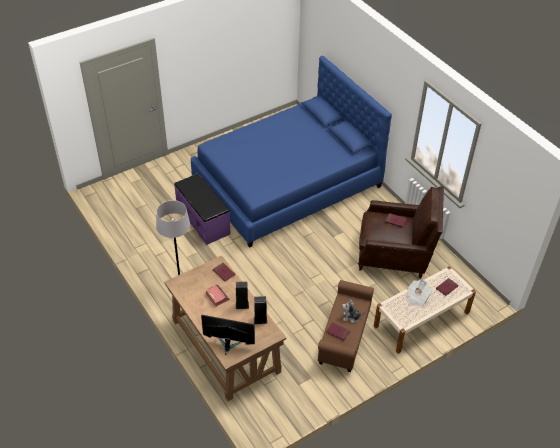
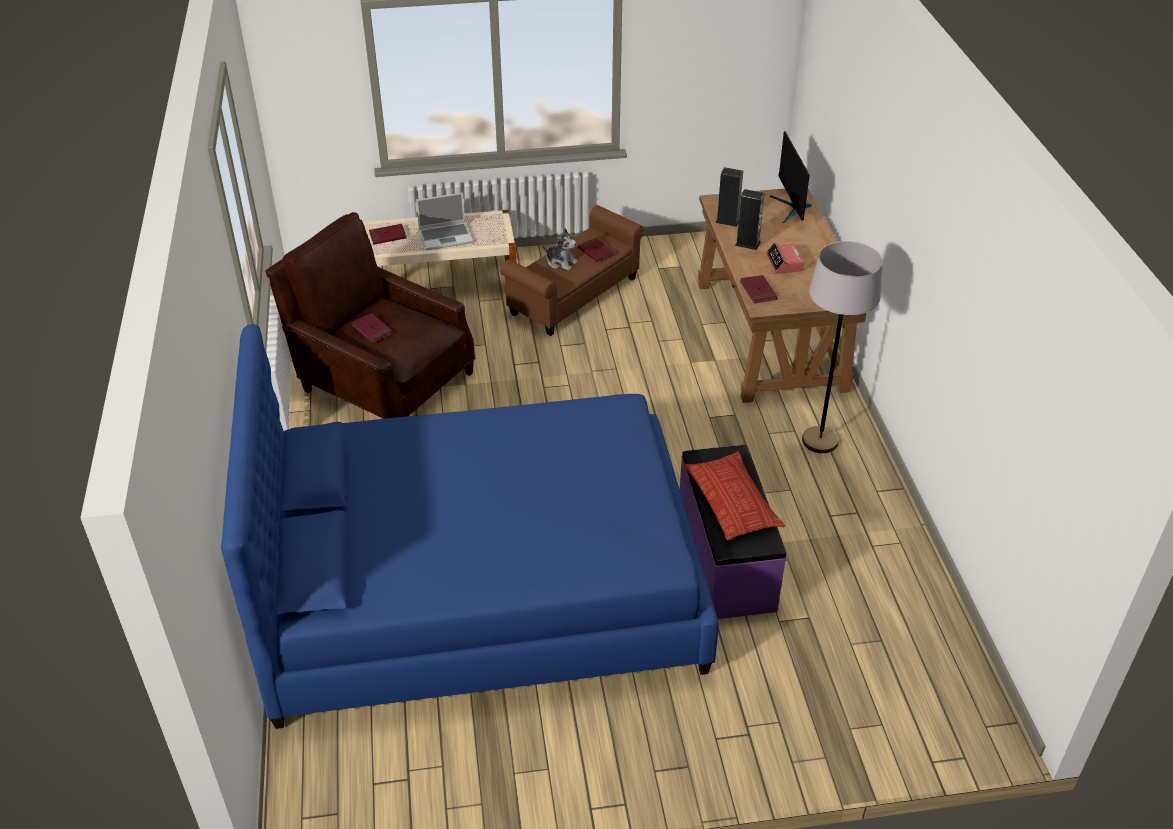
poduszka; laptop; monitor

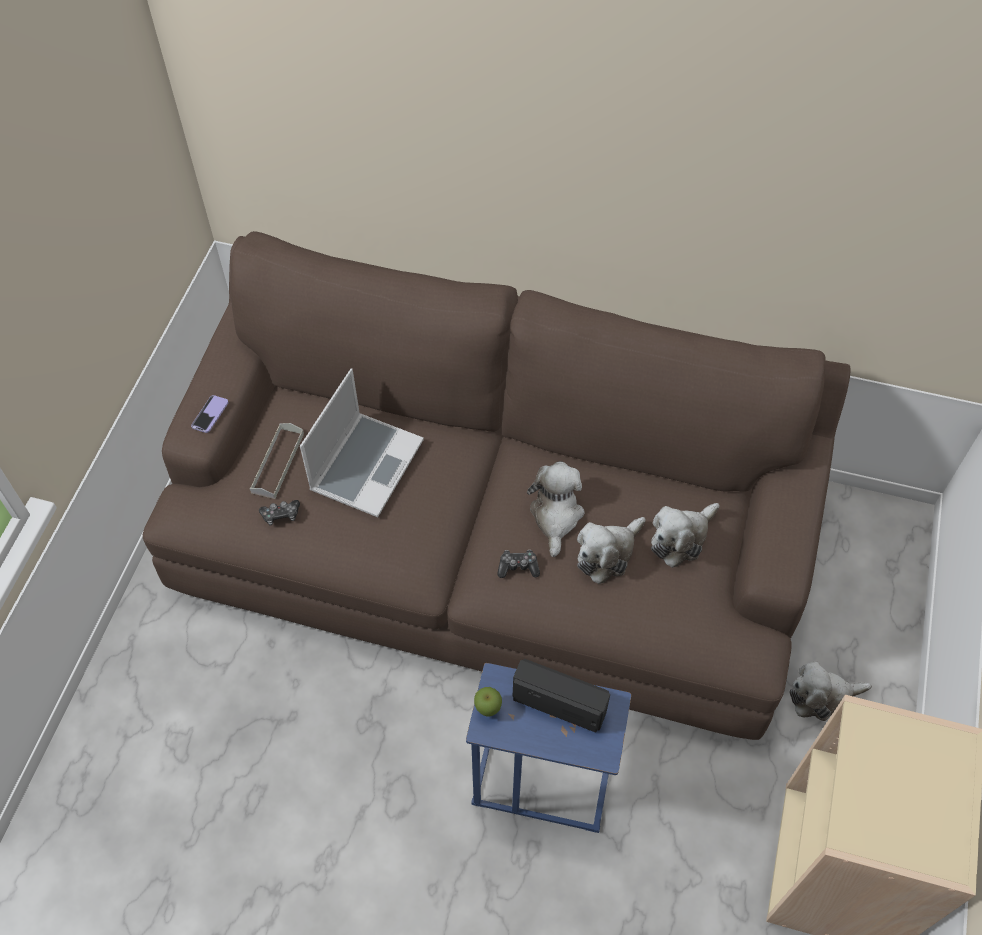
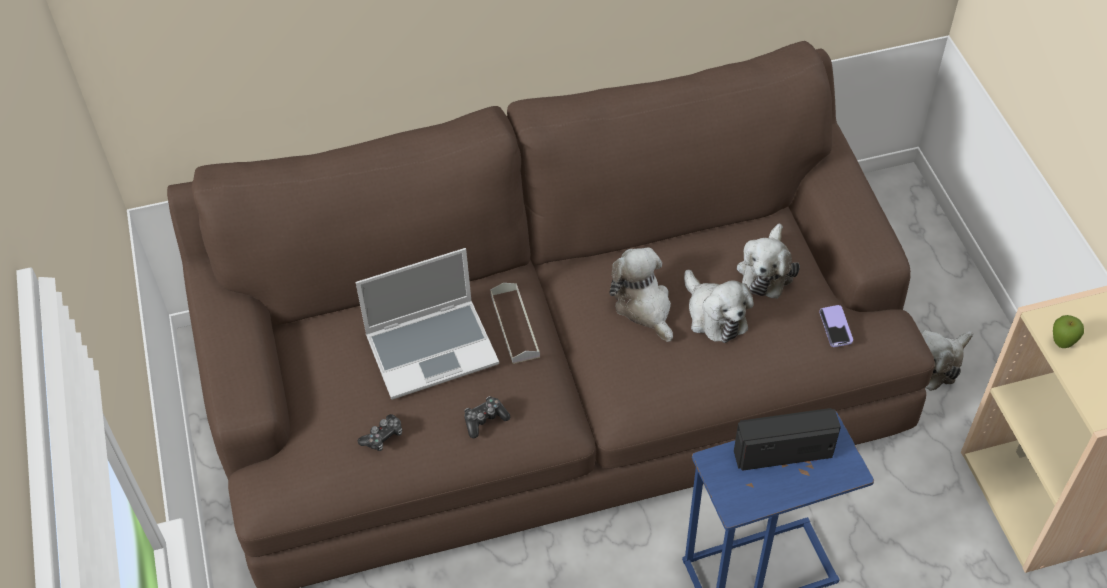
telefon; taca [szary]; jabłko; pad do gier (2nd from left); laptop; pluszak (2nd from left)

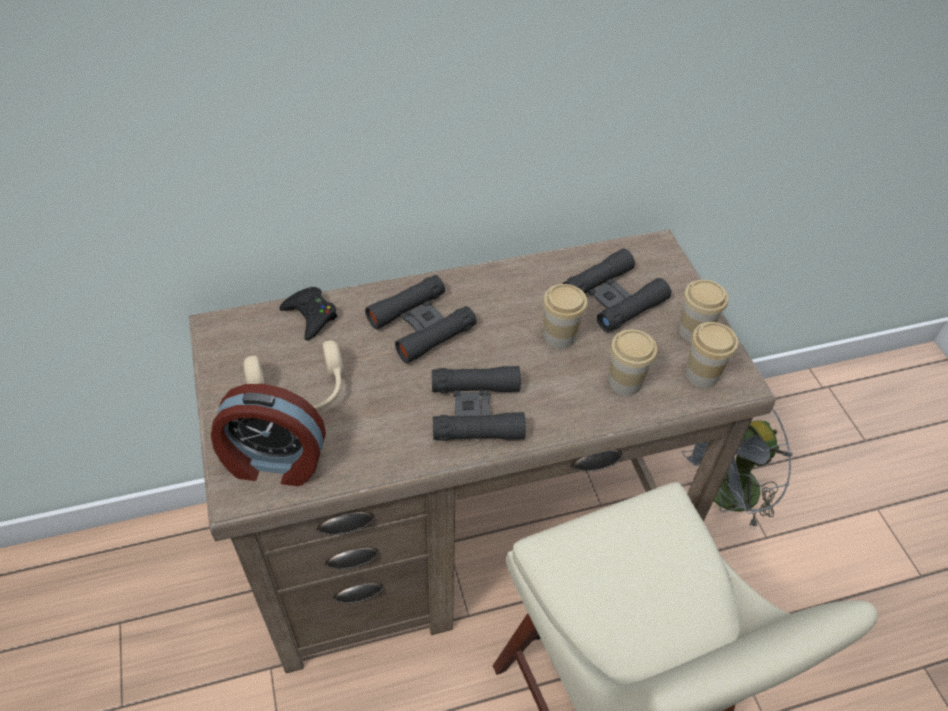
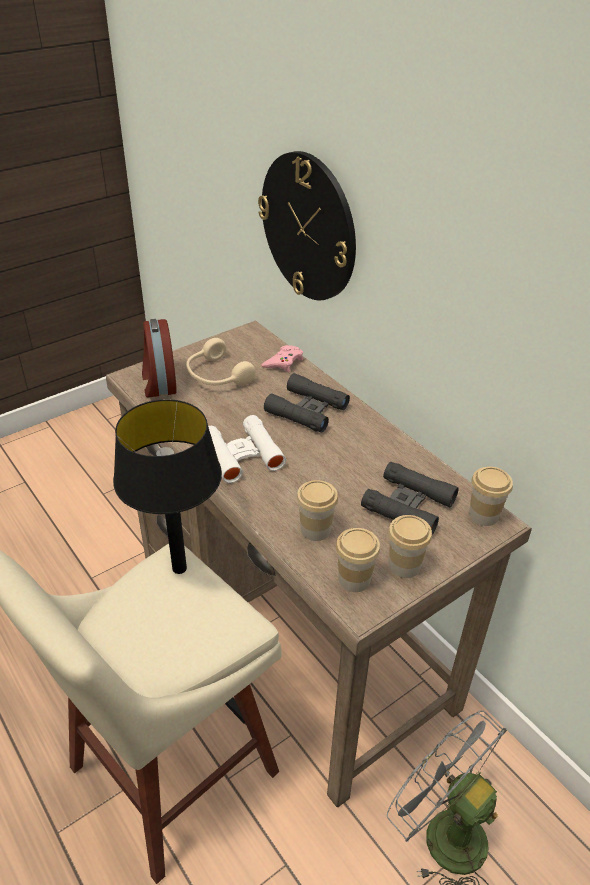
lampa stołowa [czarny]; zegar ścienny; filiżanka (4th from left); pad do gier [różowy]; lornetka [biały]

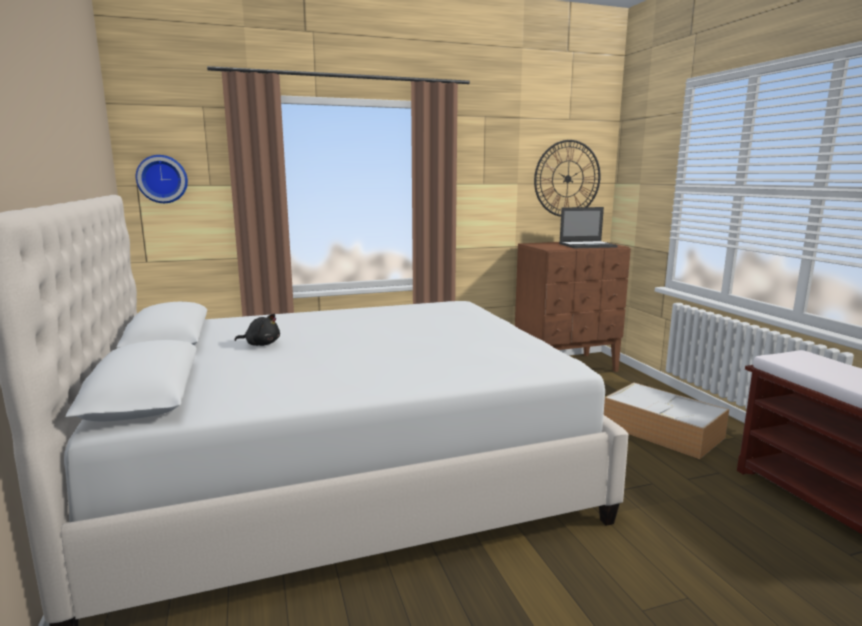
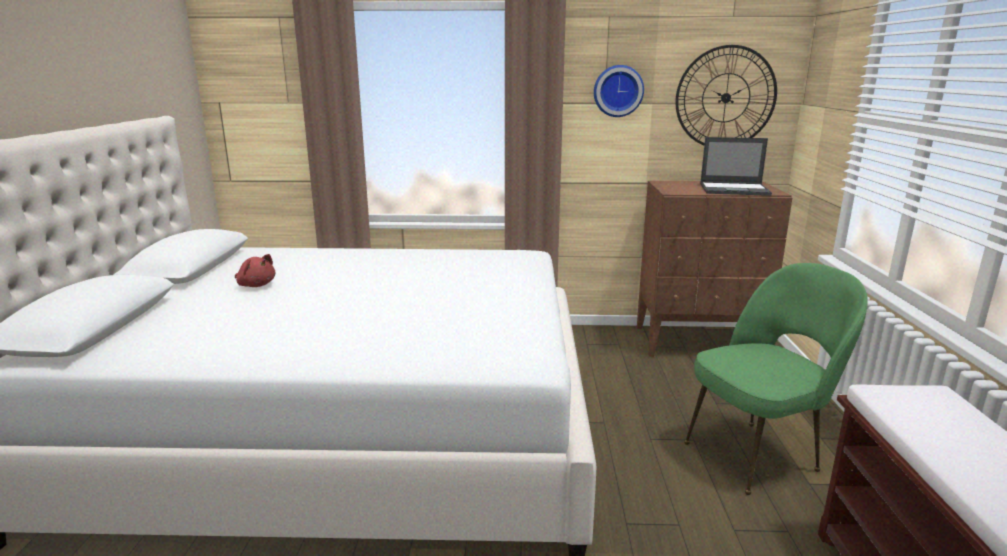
zegar ścienny (1st from left); krzesło [zielony]; pluszak [czerwony]

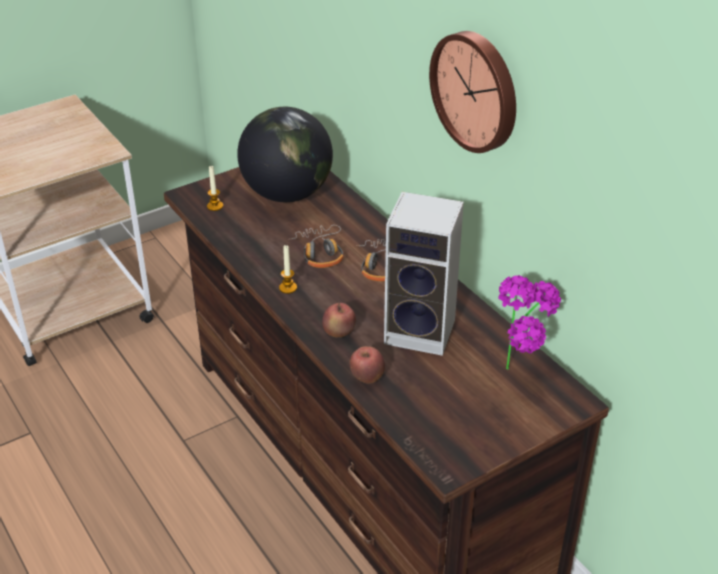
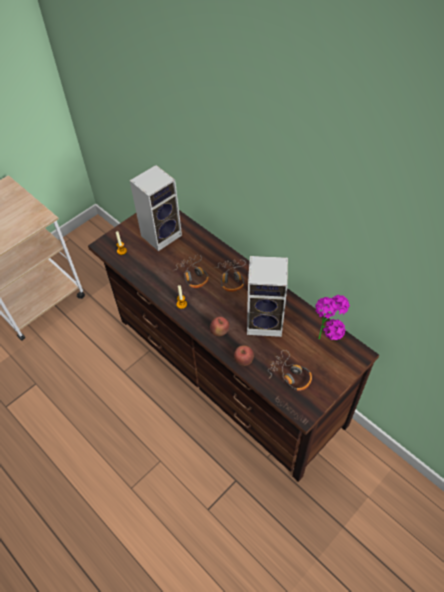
zegar ścienny; słuchawki (3rd from left); głośnik (1st from left)

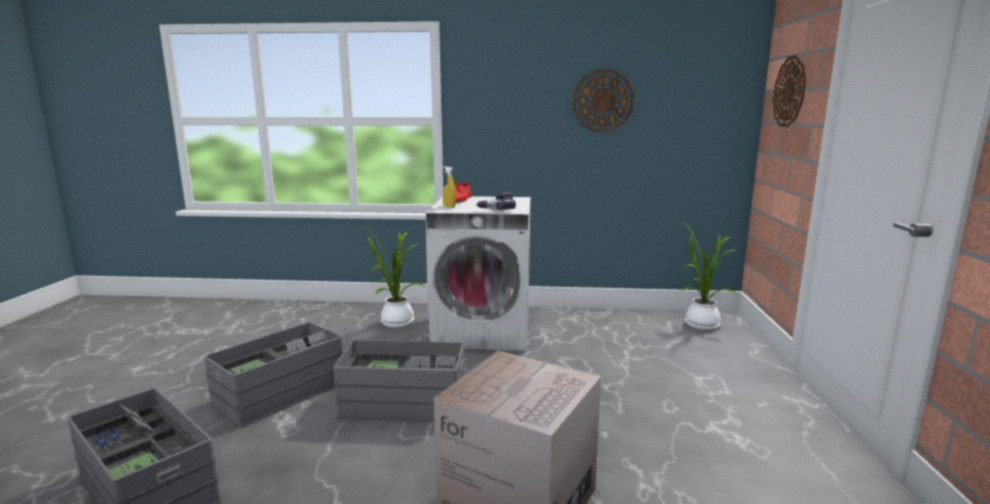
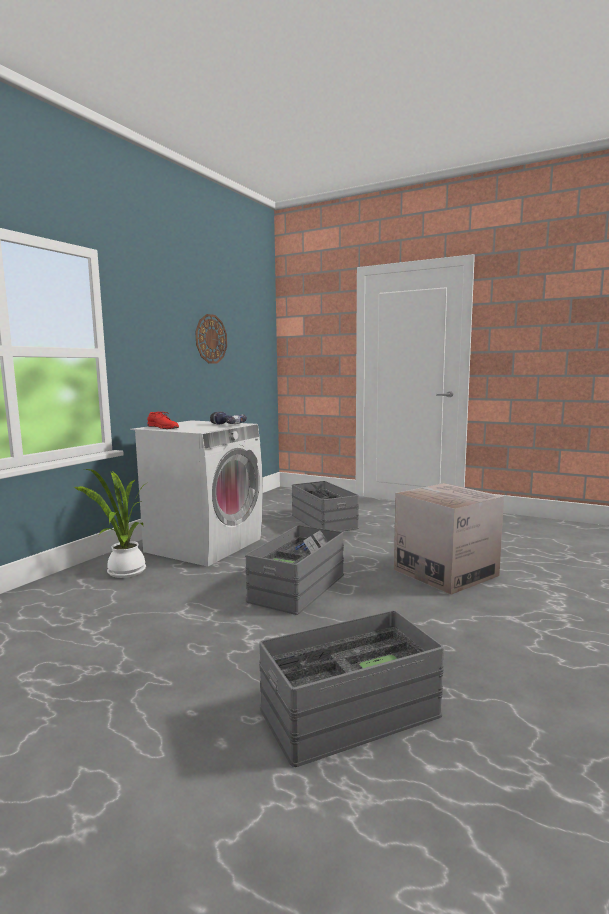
spryskiwacz [żółty]; roślina doniczkowa (2nd from left in the first image); zegar ścienny (2nd from left in the first image); pojemnik do przechowywania [szary] (2nd from left)

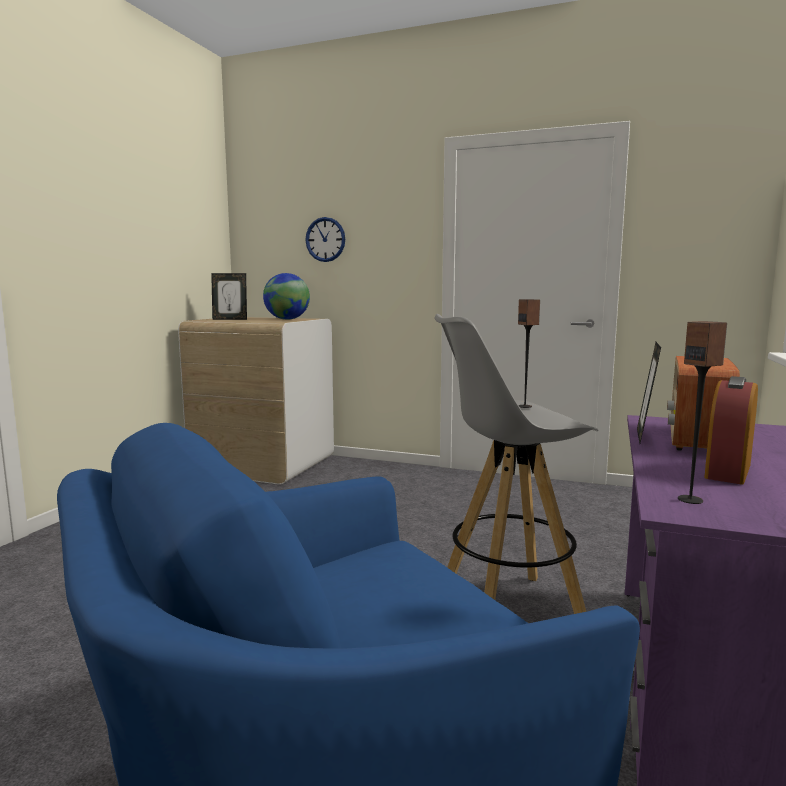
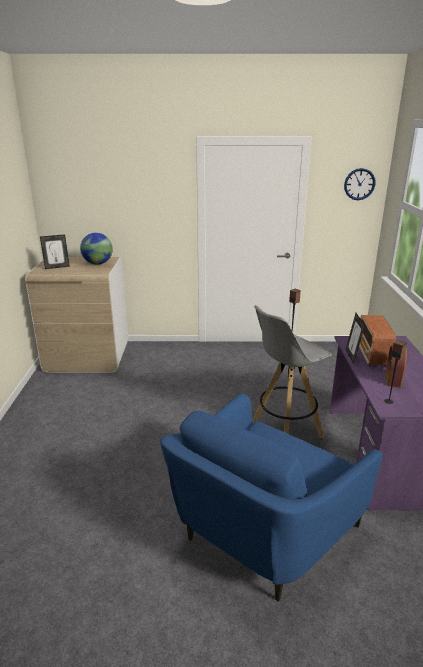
zegar ścienny

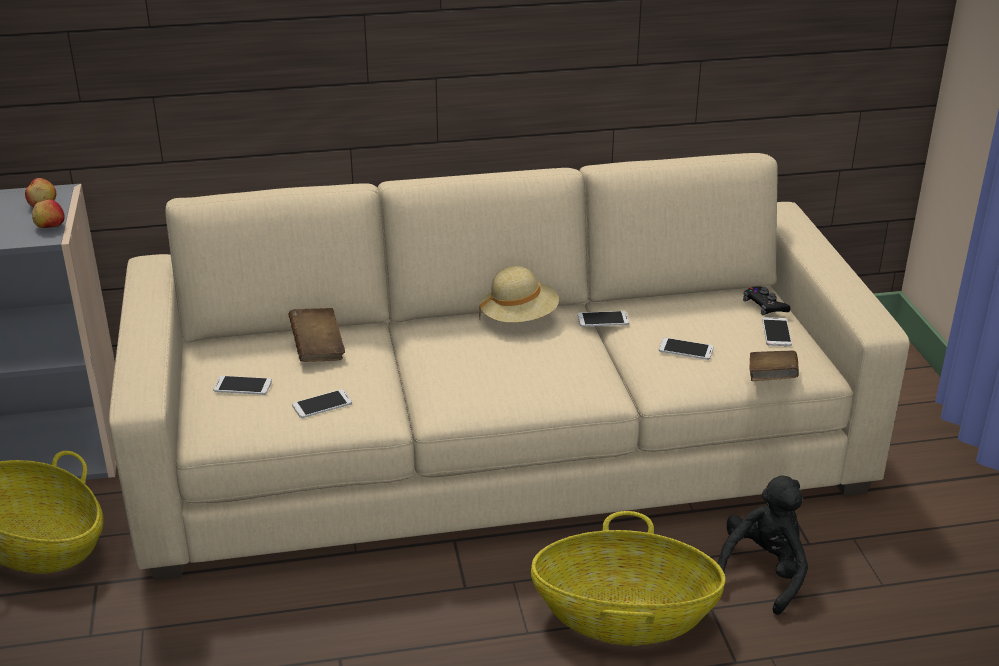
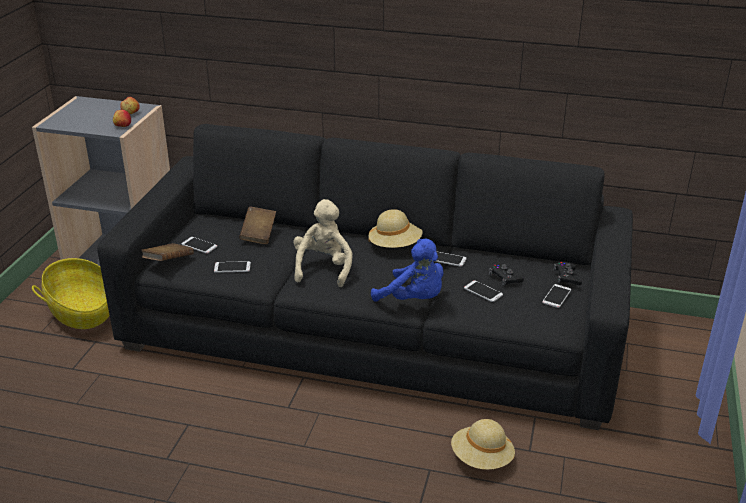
koszyk (2nd from left in the first image); pluszak [beżowy]; pluszak [niebieski]; pad do gier [czarny] (1st from left); książka [brązowy] (1st from left); kapelusz [beżowy] (2nd from left); kanapa [czarny]

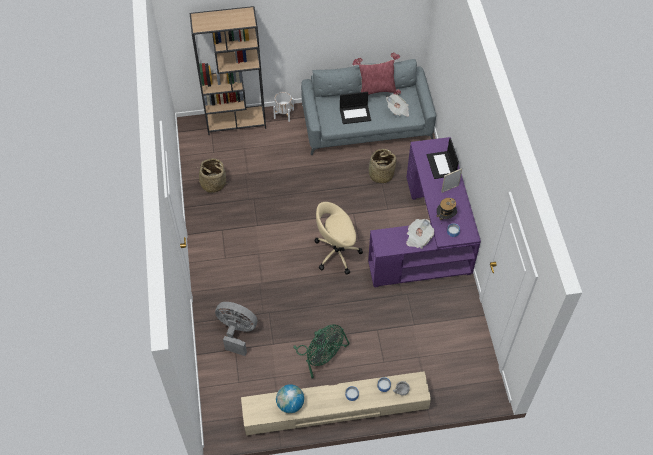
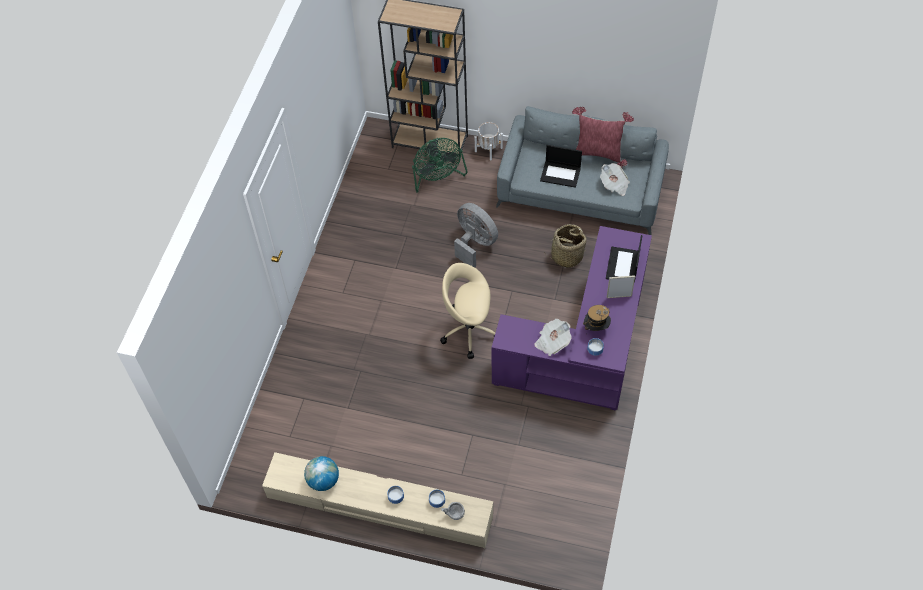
koszyk (1st from left in the first image); wentylator [szary]; wentylator [zielony]

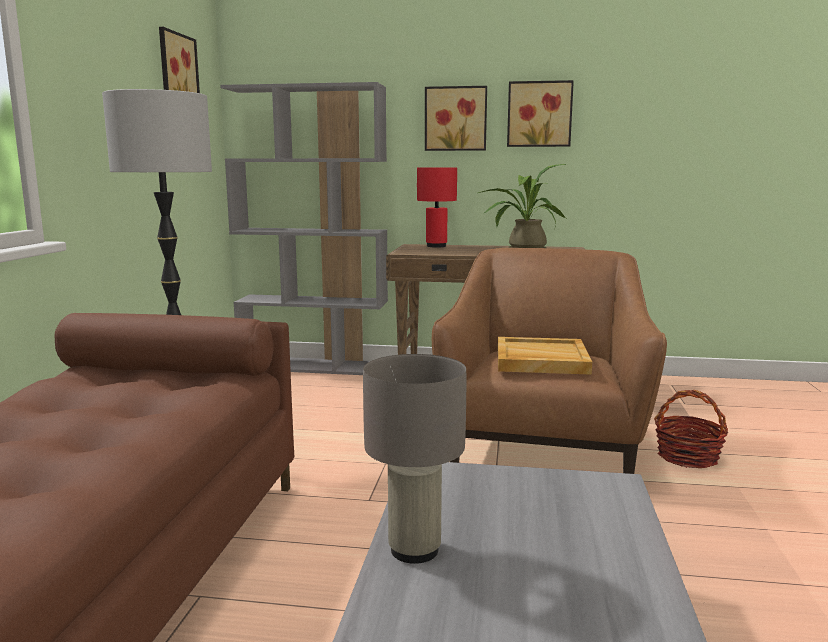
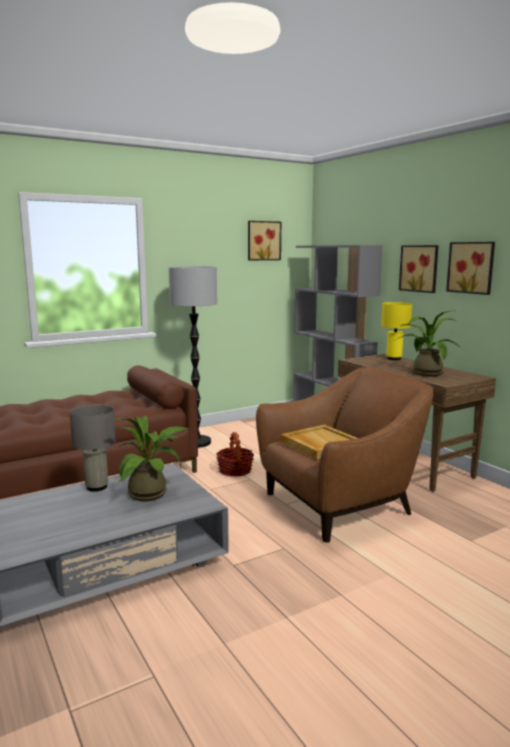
roślina doniczkowa (1st from left); koszyk; lampa stołowa [żółty]

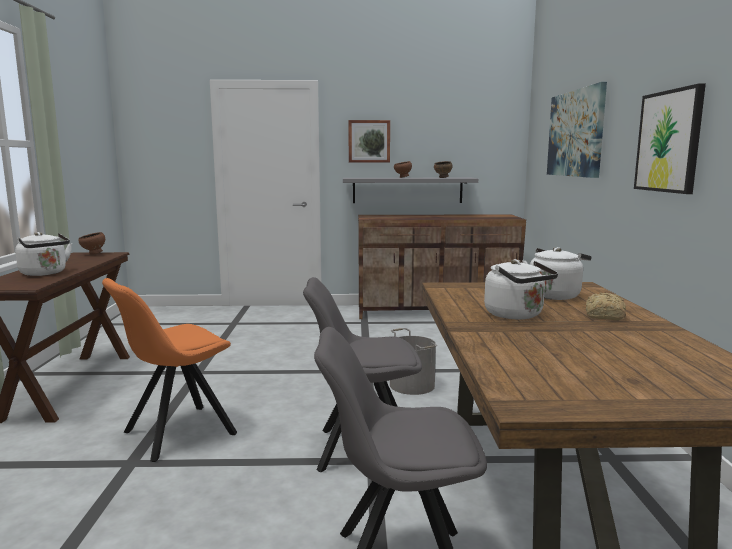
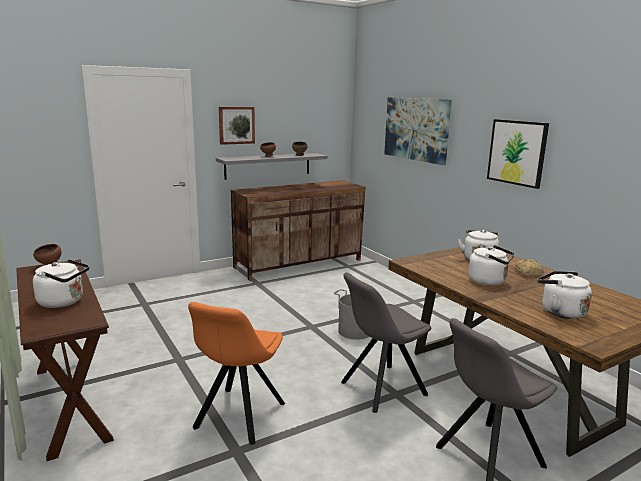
czajnik [biały] (4th from left)

